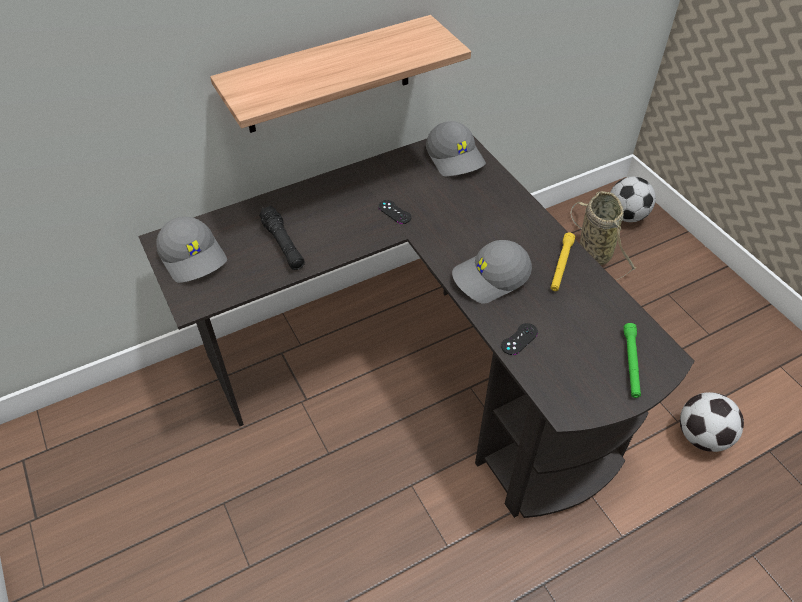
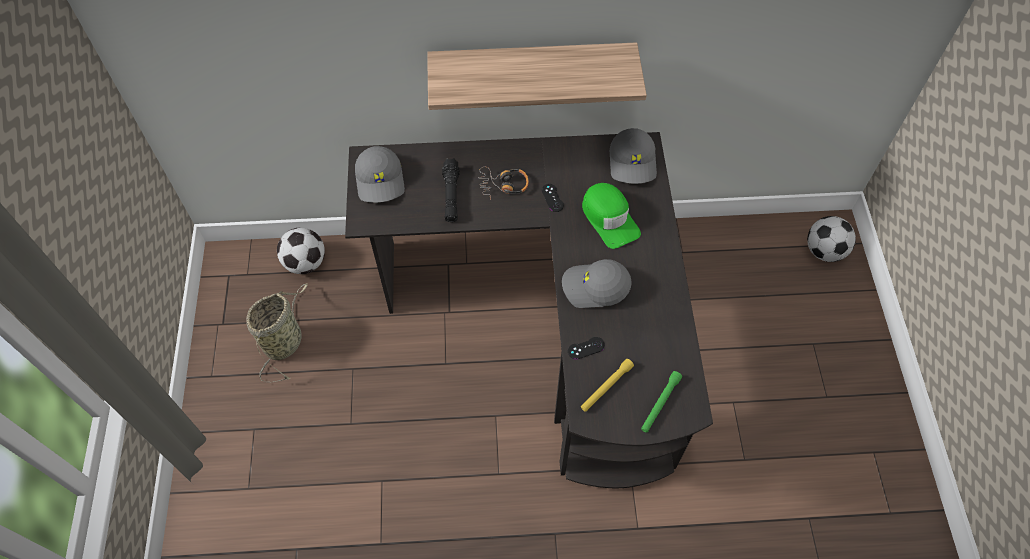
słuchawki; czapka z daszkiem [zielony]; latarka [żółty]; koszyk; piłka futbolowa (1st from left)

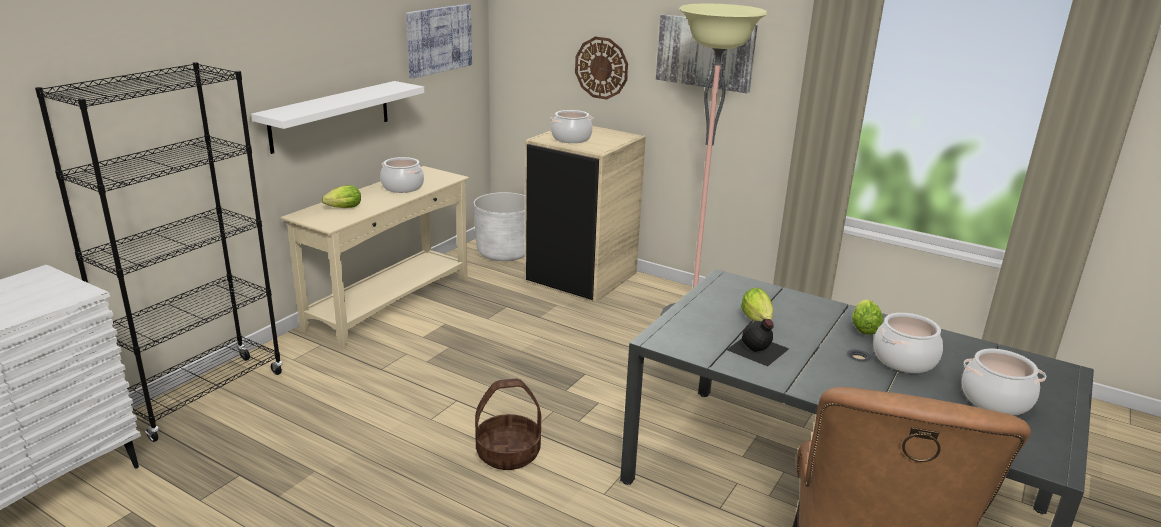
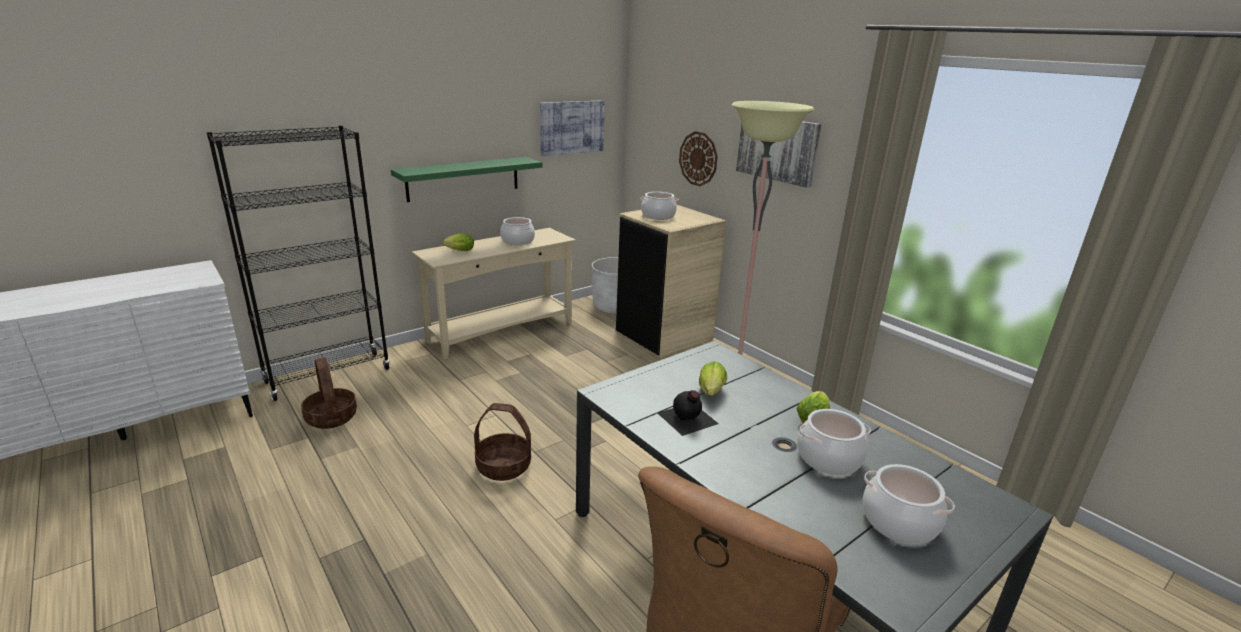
koszyk (1st from left); półka [zielony]

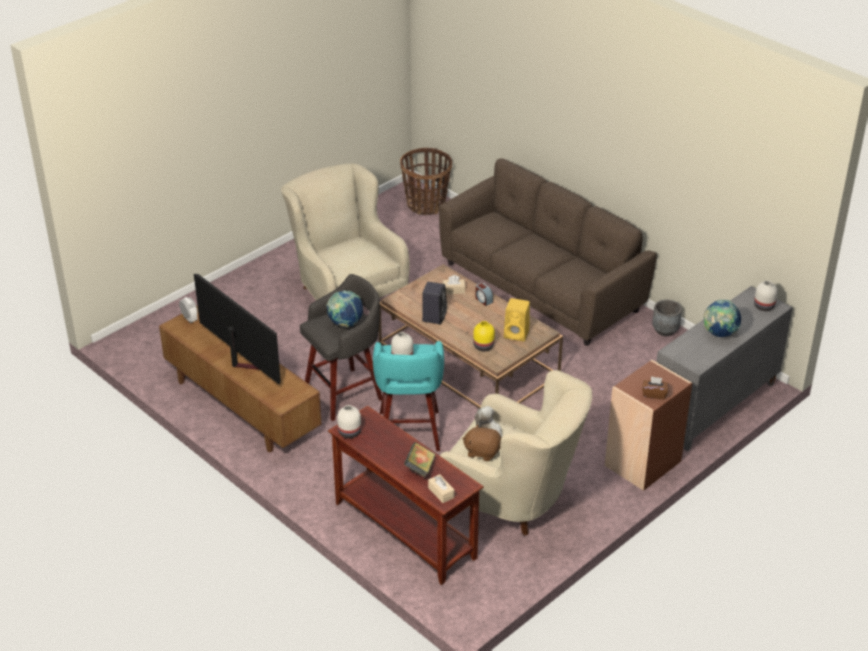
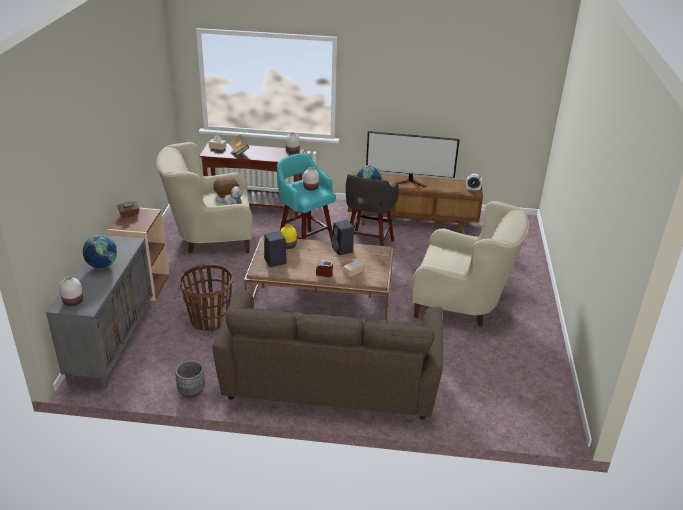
koszyk; głośnik [czarny] (1st from left)

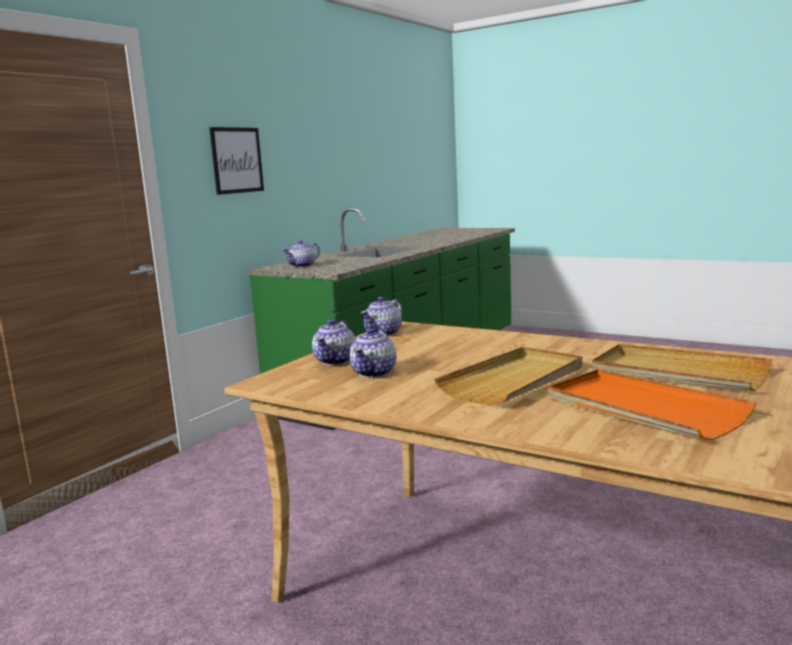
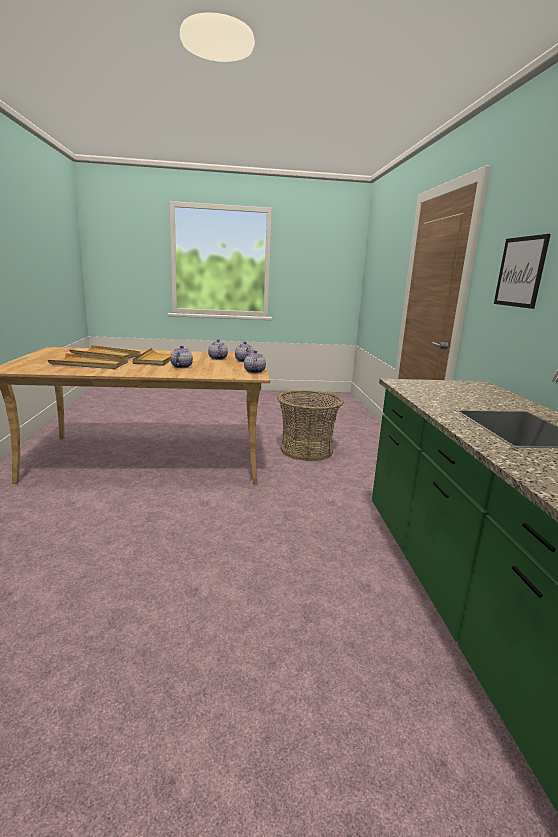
koszyk; imbryk (1st from left); taca [beżowy] (2nd from left)

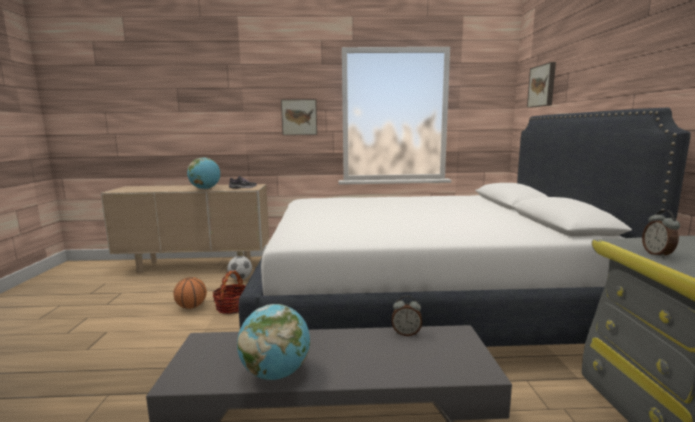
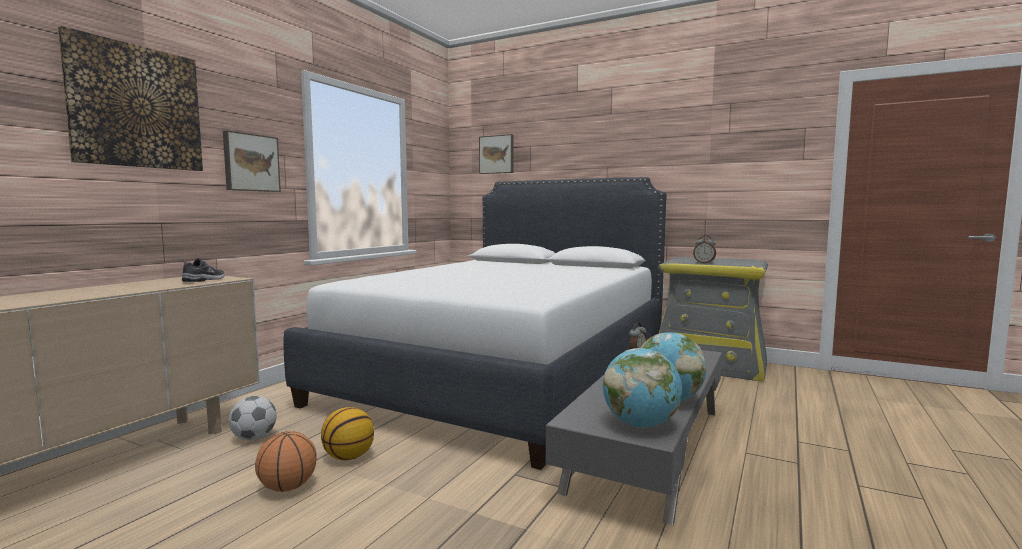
obraz (1st from left); globus (1st from left); piłka do koszykówki (2nd from left)

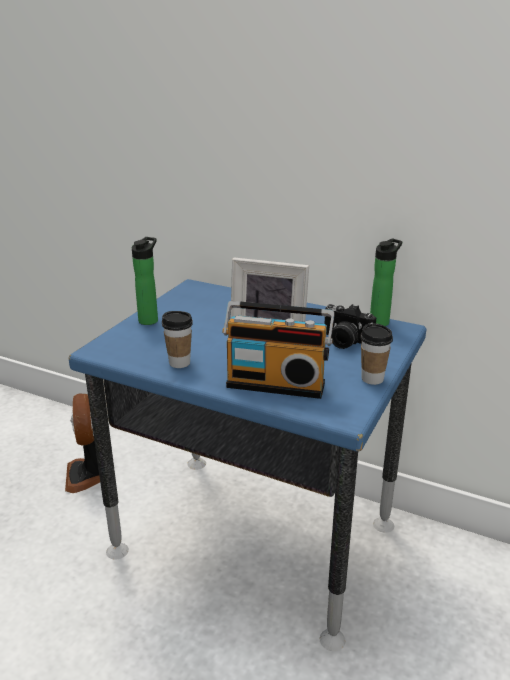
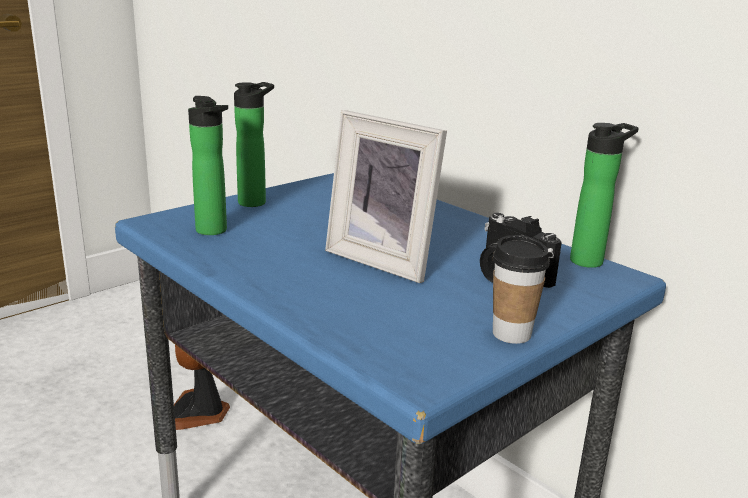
filiżanka (1st from left in the first image); radio; butelka (1st from left)

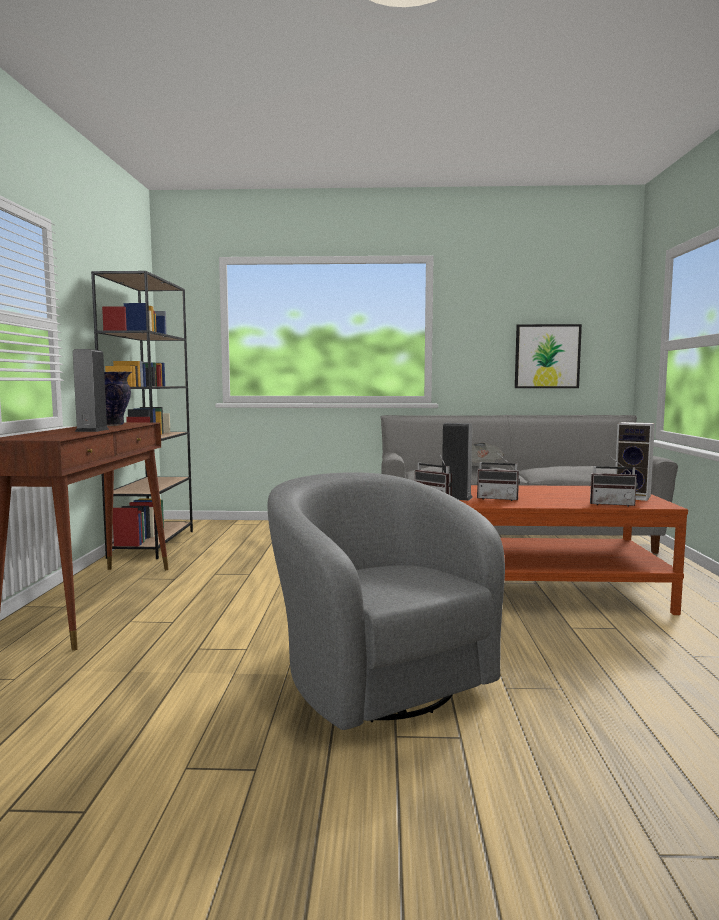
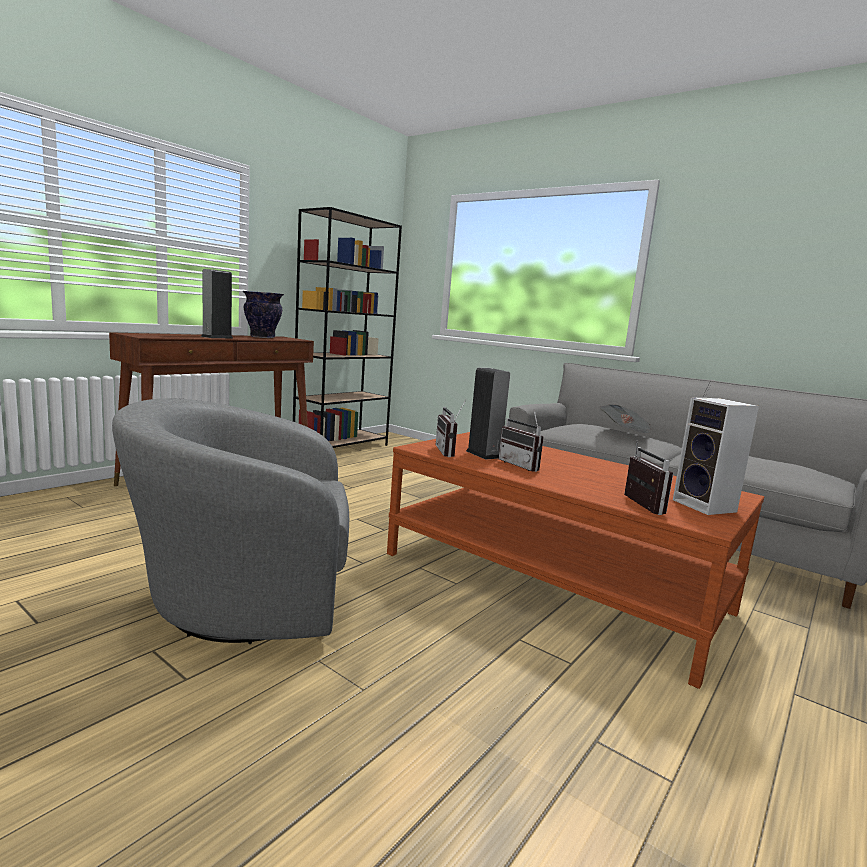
obraz; fotel [szary]; radio (3rd from left)

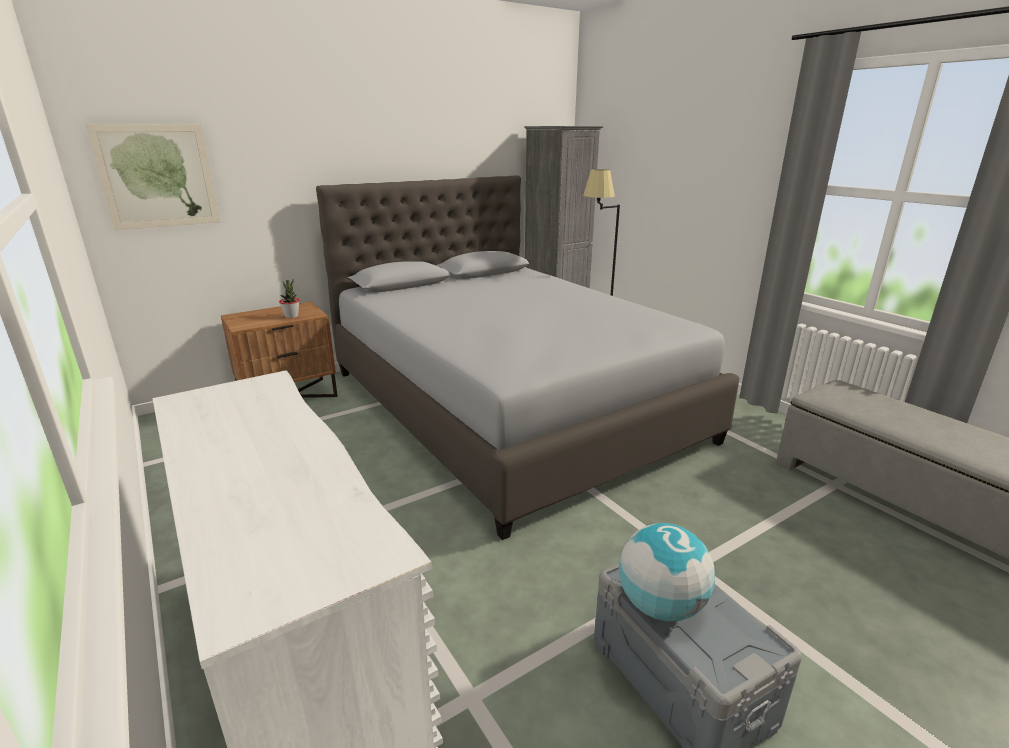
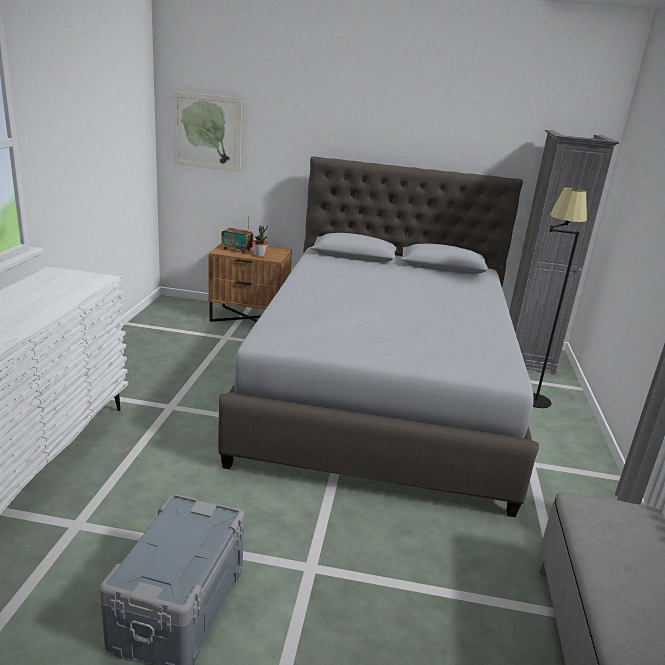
globus; radio

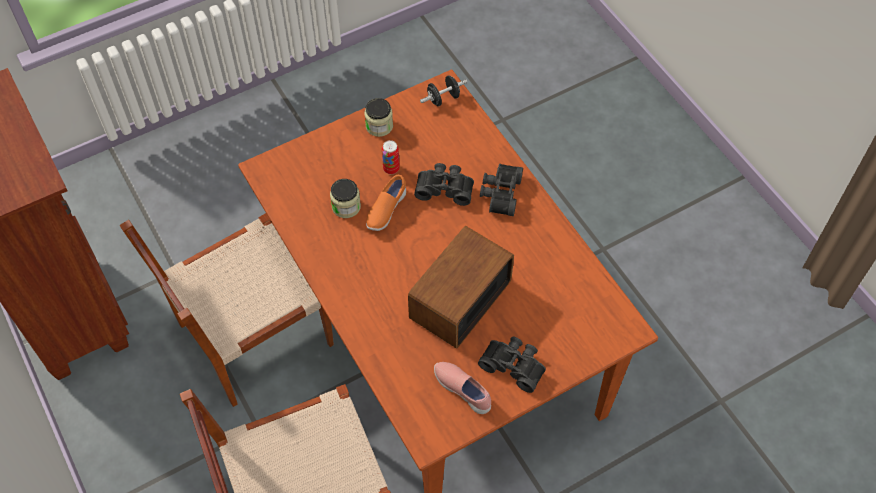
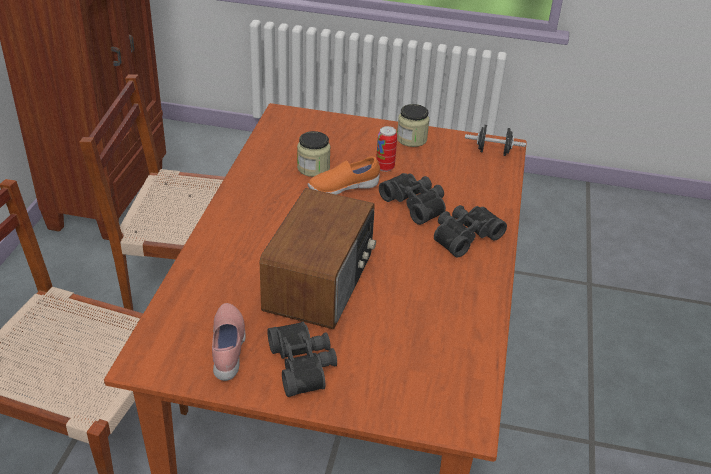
radio

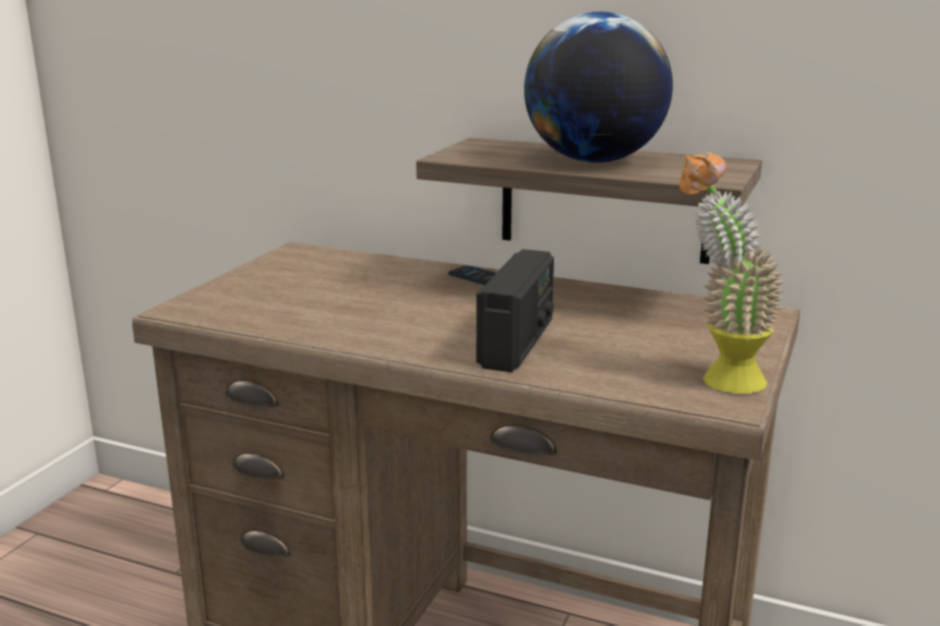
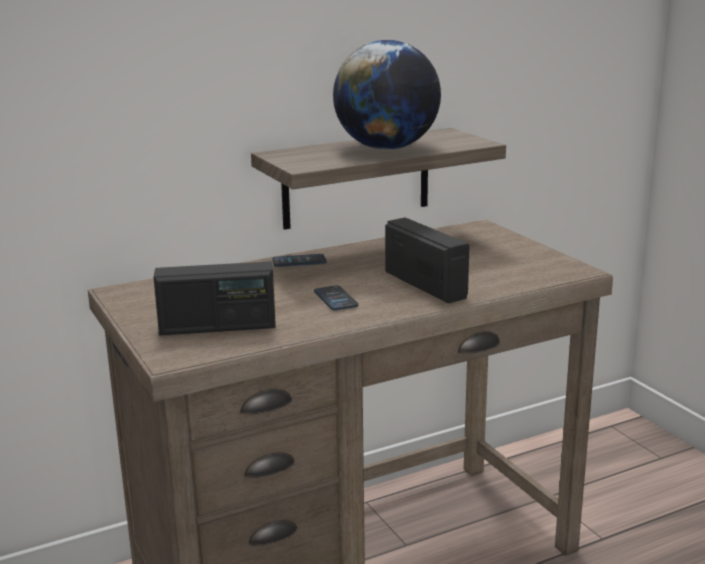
roślina doniczkowa; radio (1st from left); telefon (2nd from left)

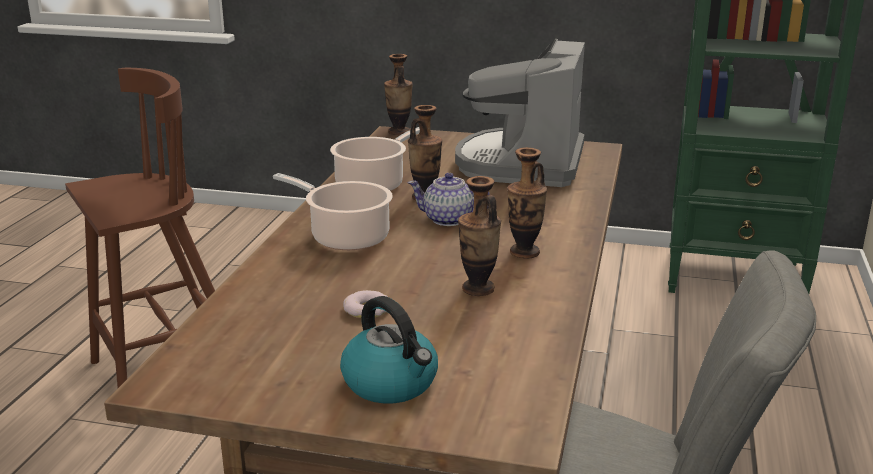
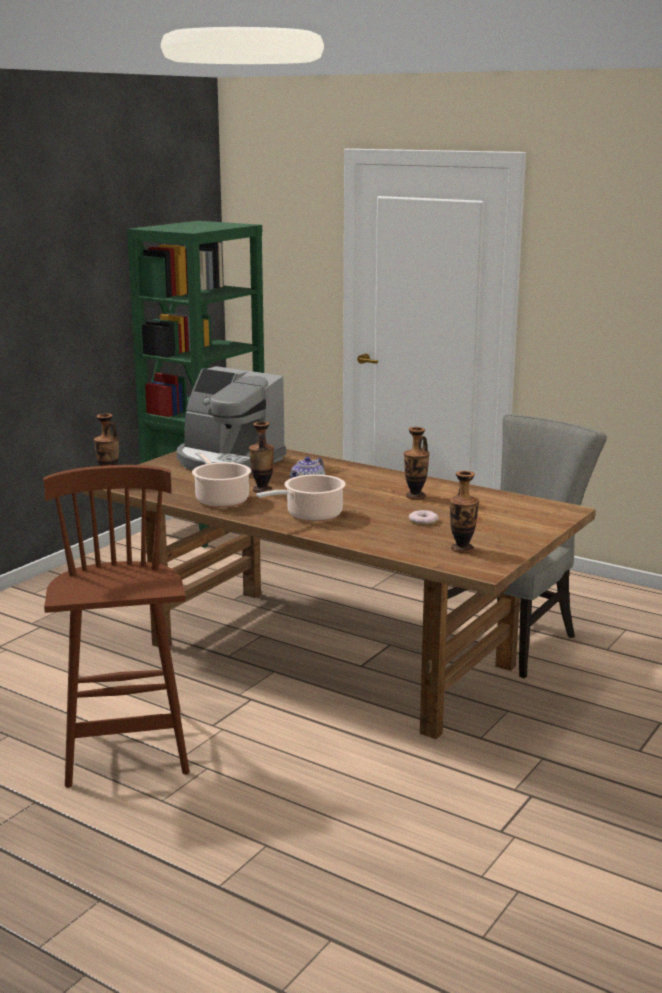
czajnik; wazon (4th from left)

